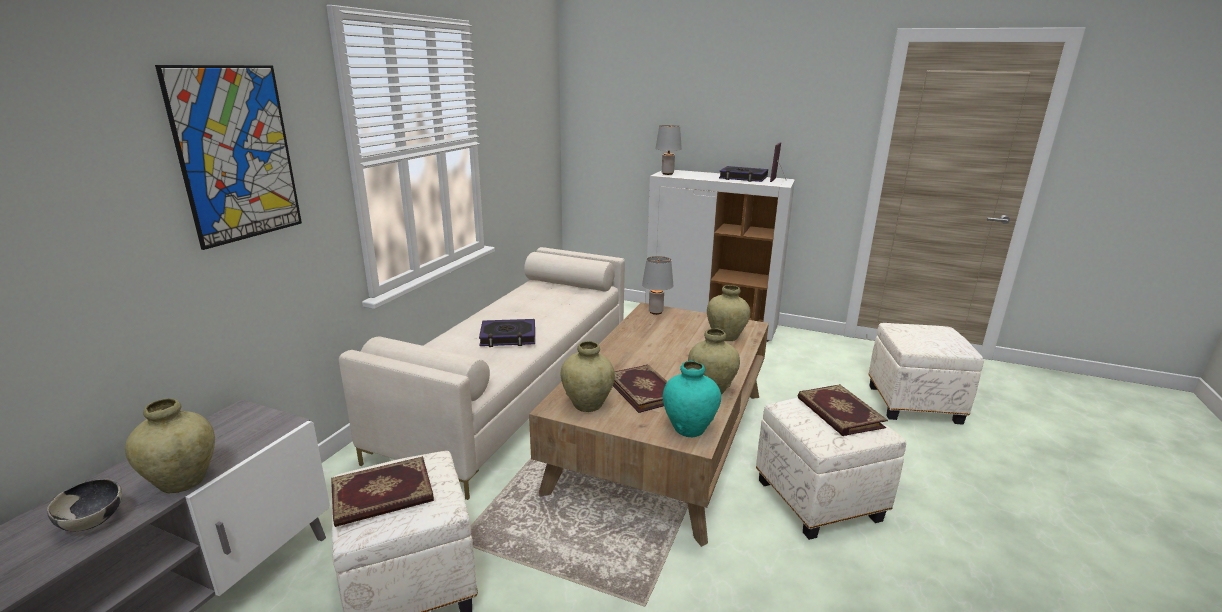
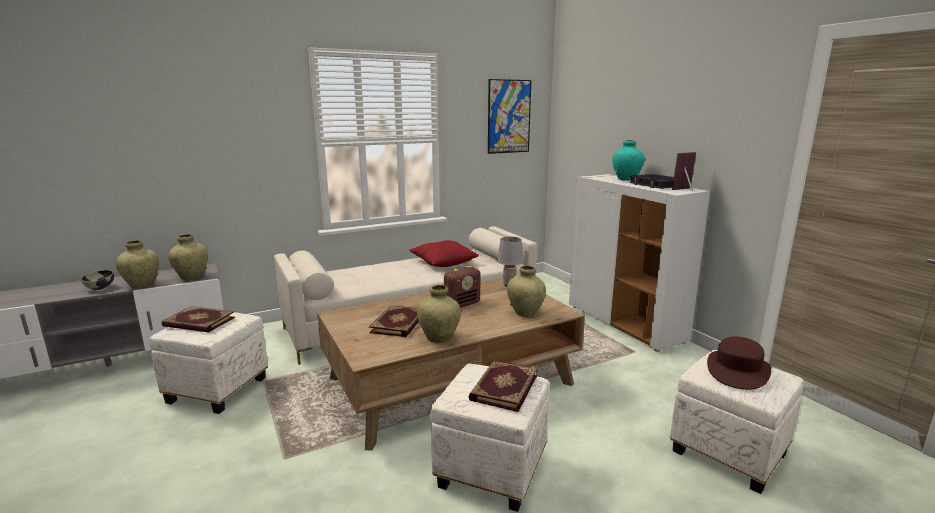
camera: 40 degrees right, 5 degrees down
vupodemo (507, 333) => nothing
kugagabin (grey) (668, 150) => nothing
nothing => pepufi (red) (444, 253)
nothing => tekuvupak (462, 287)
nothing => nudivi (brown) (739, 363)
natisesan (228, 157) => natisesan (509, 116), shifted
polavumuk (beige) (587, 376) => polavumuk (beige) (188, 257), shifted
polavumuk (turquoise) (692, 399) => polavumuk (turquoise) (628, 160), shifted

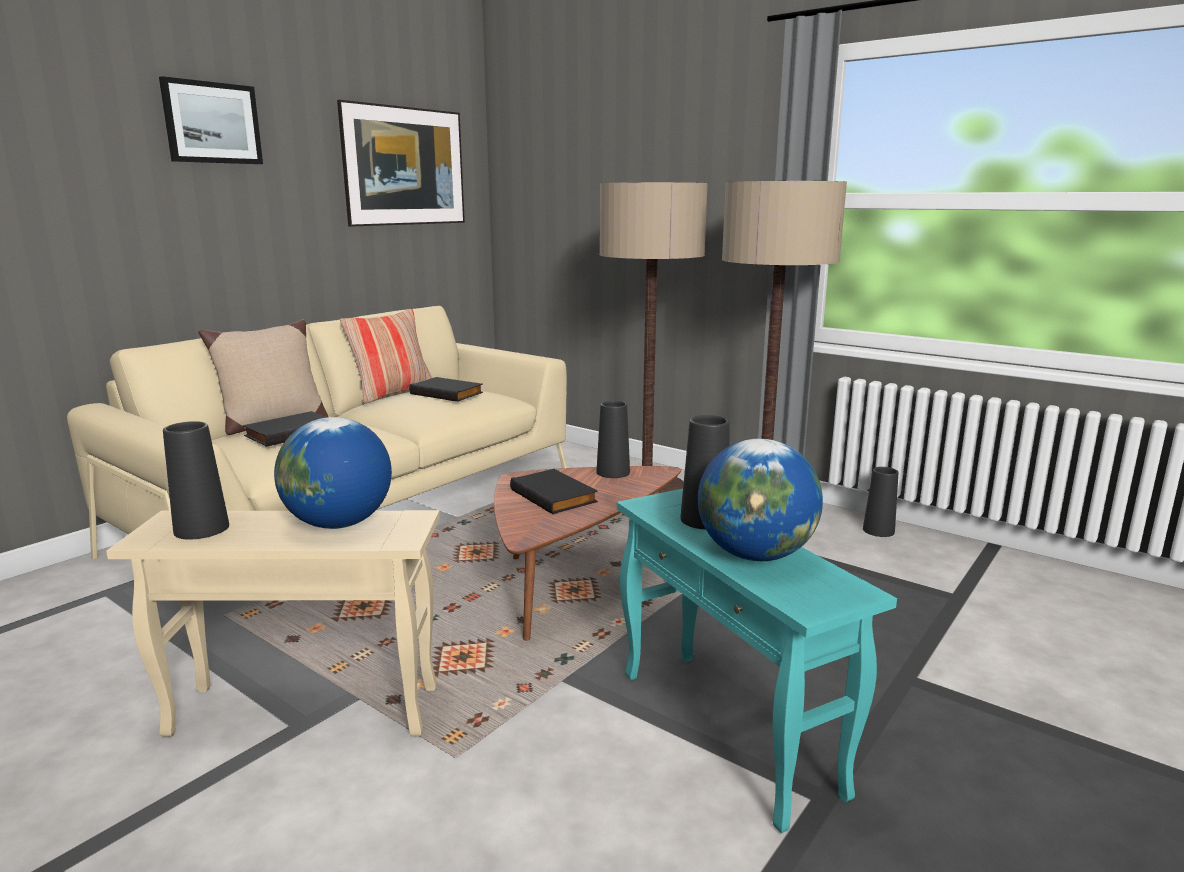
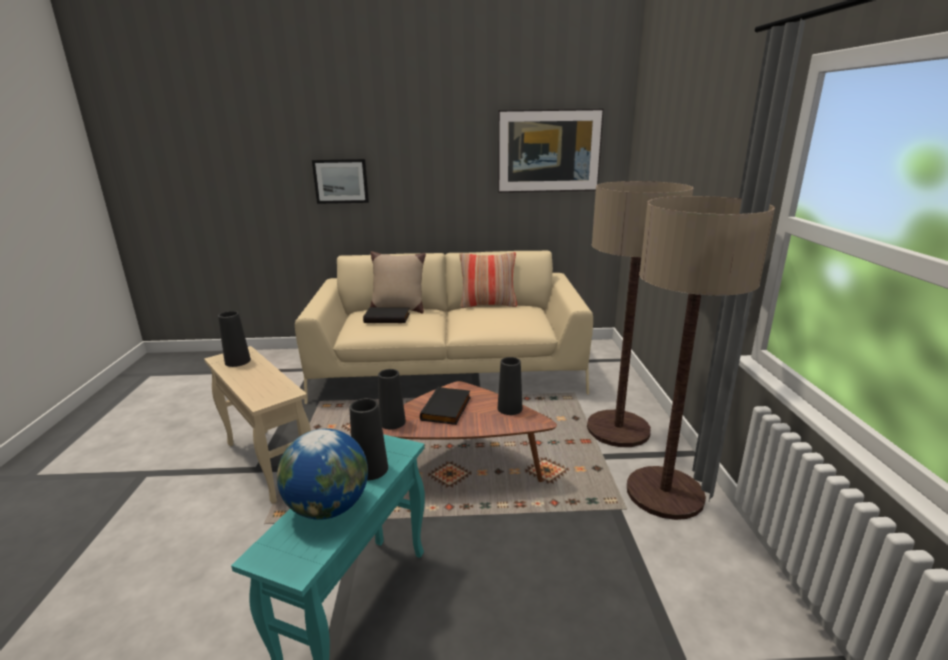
camera: 50 degrees right, 5 degrees up
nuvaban (333, 473) => nothing
vupodemo (black) (446, 389) => nothing
natisesan (211, 120) => natisesan (340, 181), shifted
polavumuk (black) (880, 502) => polavumuk (black) (392, 399), shifted

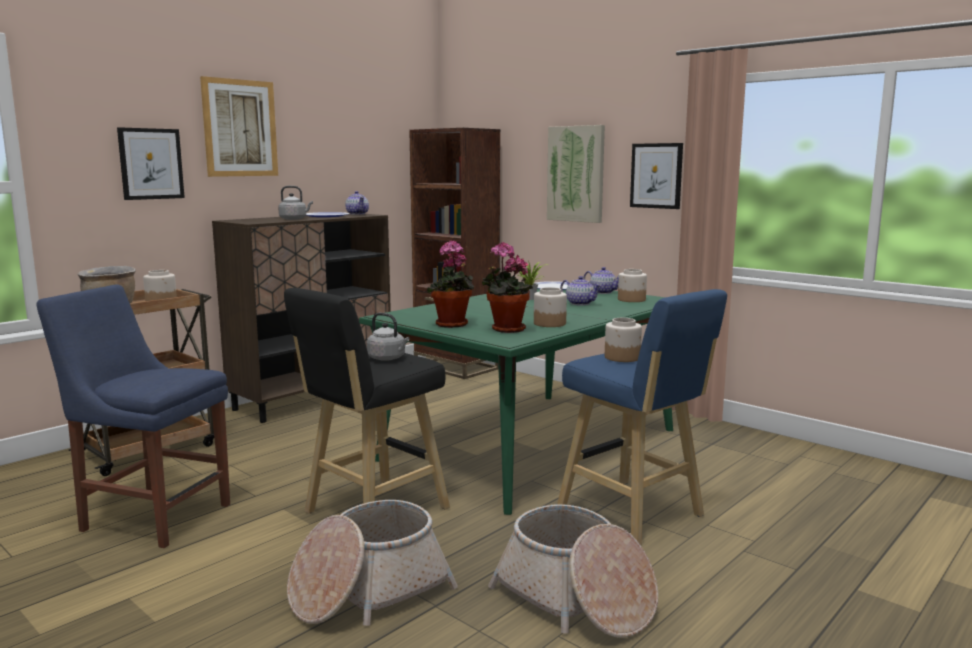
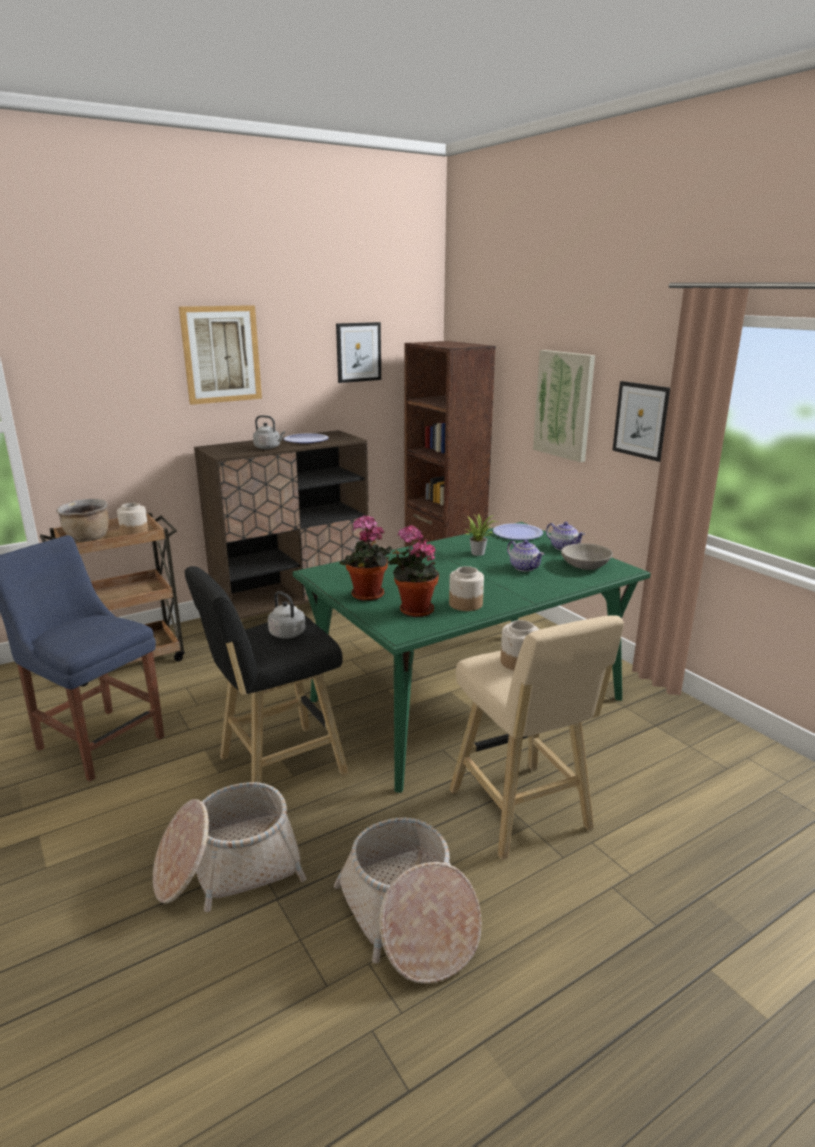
camera: 15 degrees right, 10 degrees up
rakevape (357, 203) => nothing
natisesan (151, 163) => natisesan (358, 352), shifted
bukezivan (632, 285) => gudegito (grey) (587, 556)
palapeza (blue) (642, 417) => palapeza (beige) (536, 737)

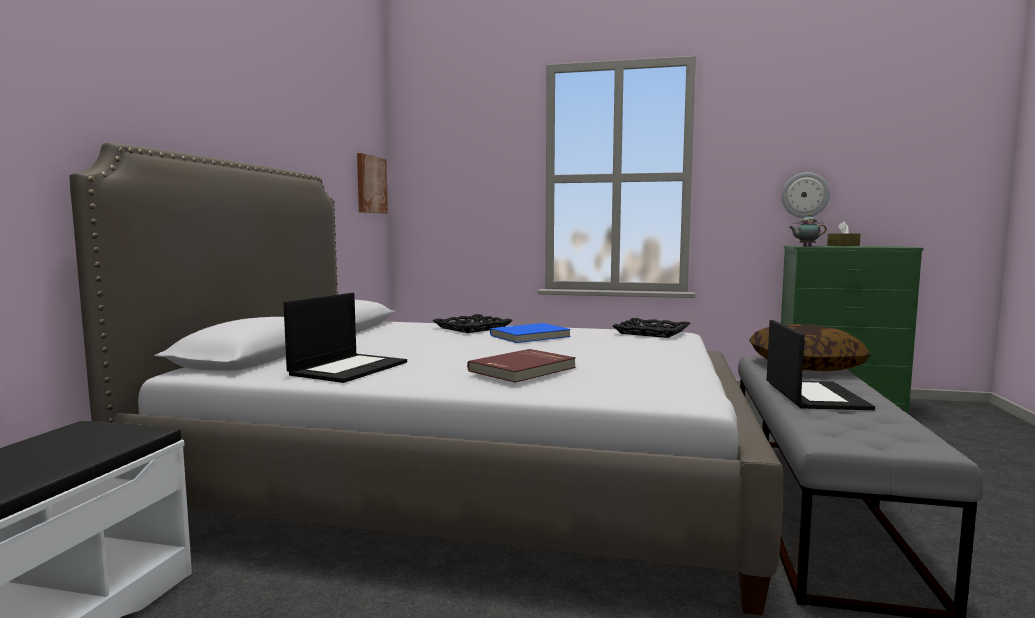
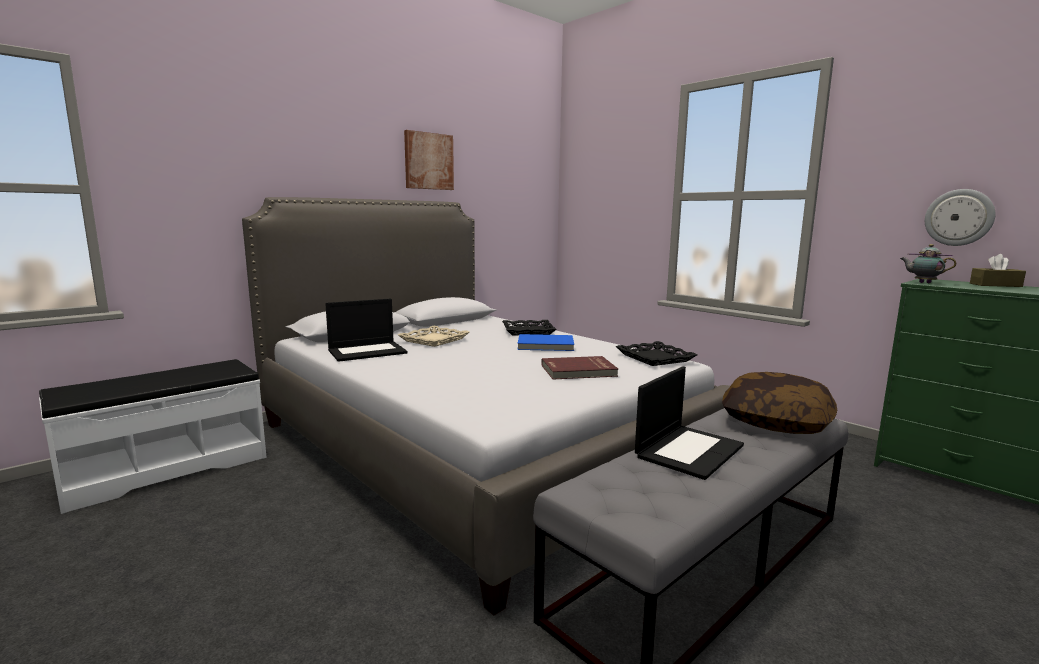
camera: 35 degrees right, 5 degrees up
nothing => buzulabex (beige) (433, 336)
natisesan (372, 183) => natisesan (429, 160), shifted
vupodemo (red) (521, 366) => vupodemo (red) (579, 367), shifted

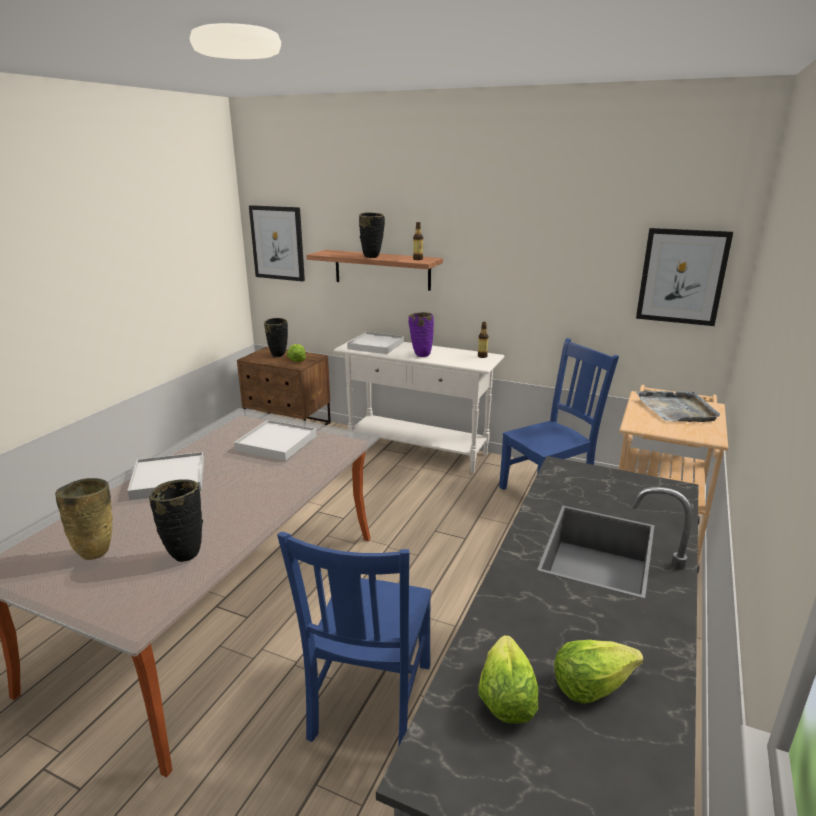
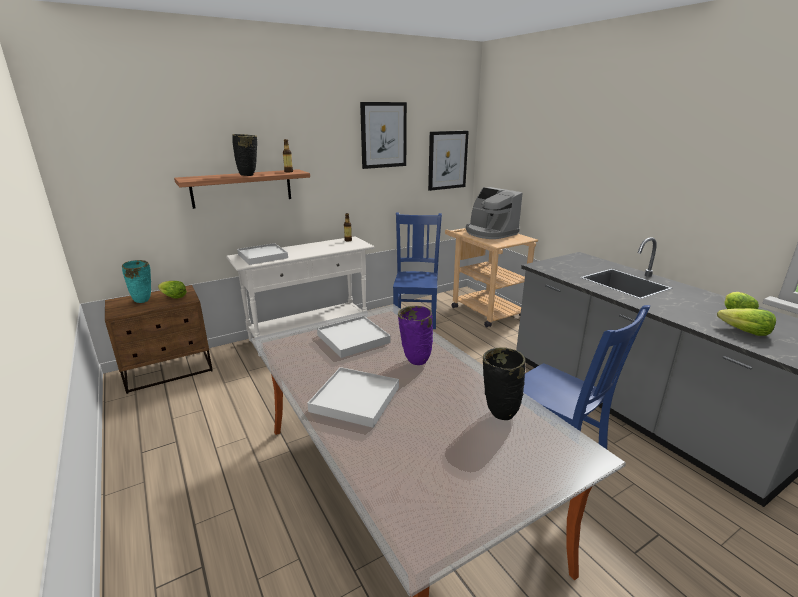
camera: 55 degrees left, 0 degrees up
polavumuk (beige) (84, 519) => nothing
natisesan (277, 243) => natisesan (383, 135), shifted
polavumuk (purple) (421, 334) => polavumuk (purple) (415, 335), shifted
buzulabex (grey) (678, 406) => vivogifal (494, 213)
polavumuk (black) (276, 337) => polavumuk (turquoise) (136, 281)

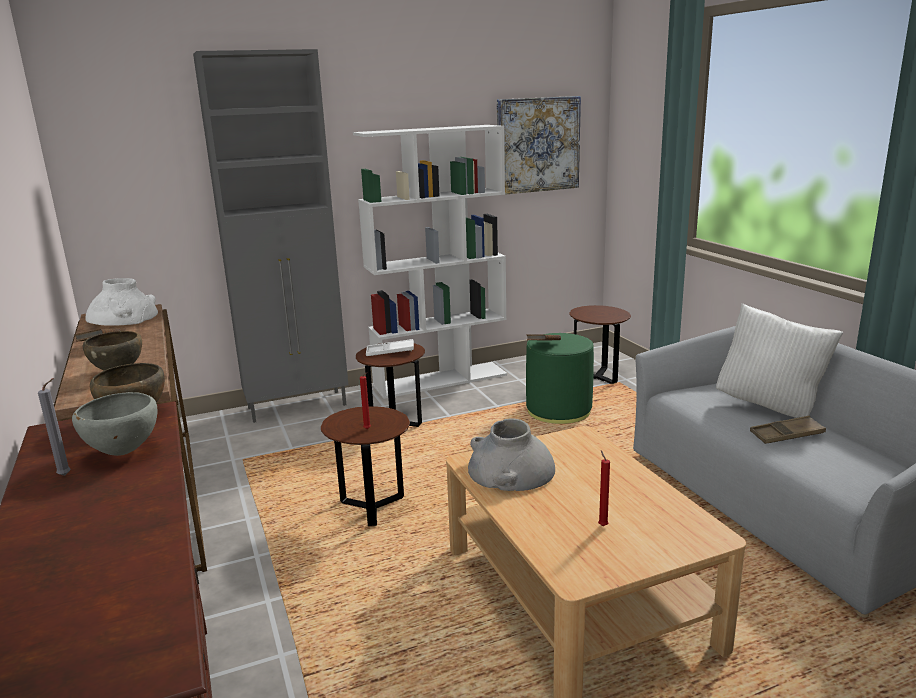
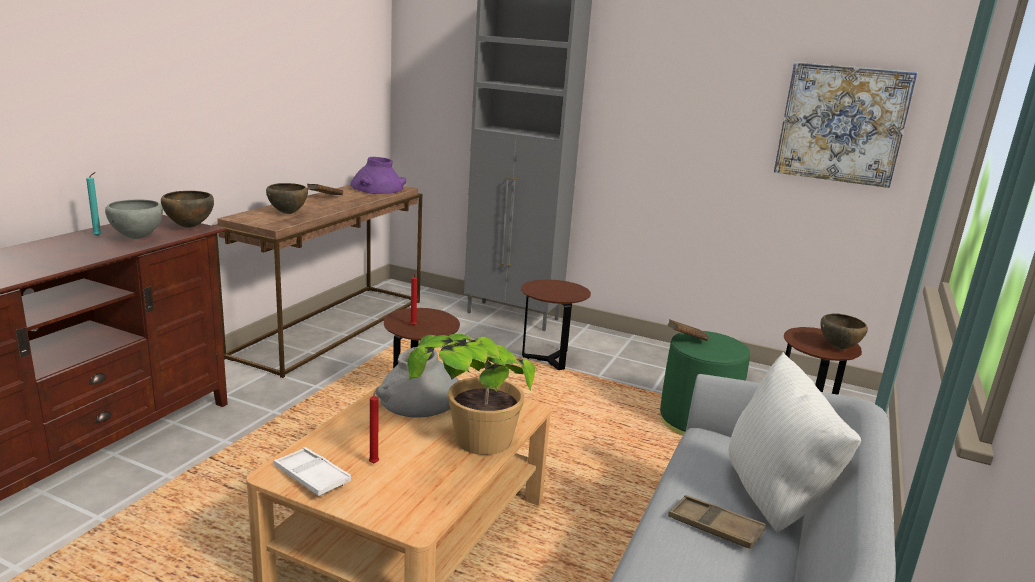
camera: 45 degrees right, 0 degrees up
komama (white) (430, 262) => nothing
nothing => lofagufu (471, 394)
nothing => gudegito (brown) (844, 331)
buzulabex (white) (390, 347) => buzulabex (white) (312, 471), shifted
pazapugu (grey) (54, 427) => pazapugu (turquoise) (94, 204)
polavumuk (white) (121, 302) => polavumuk (purple) (378, 175)

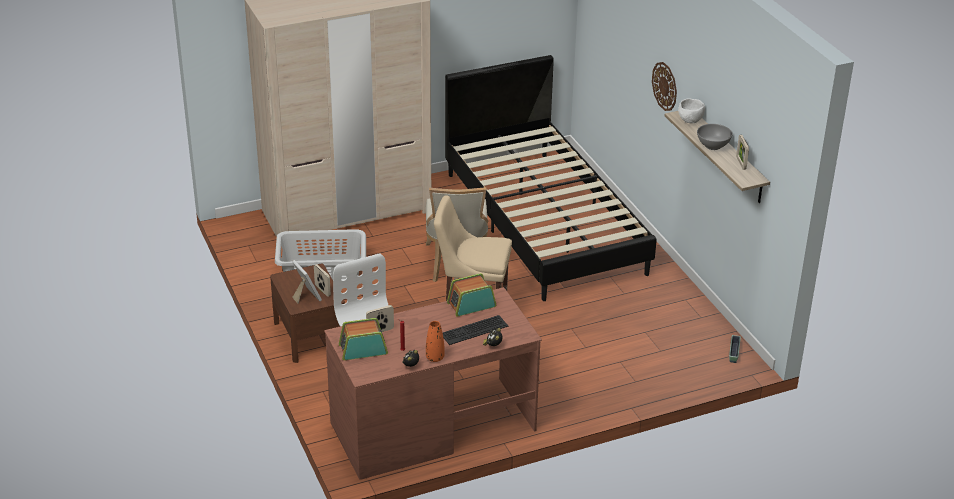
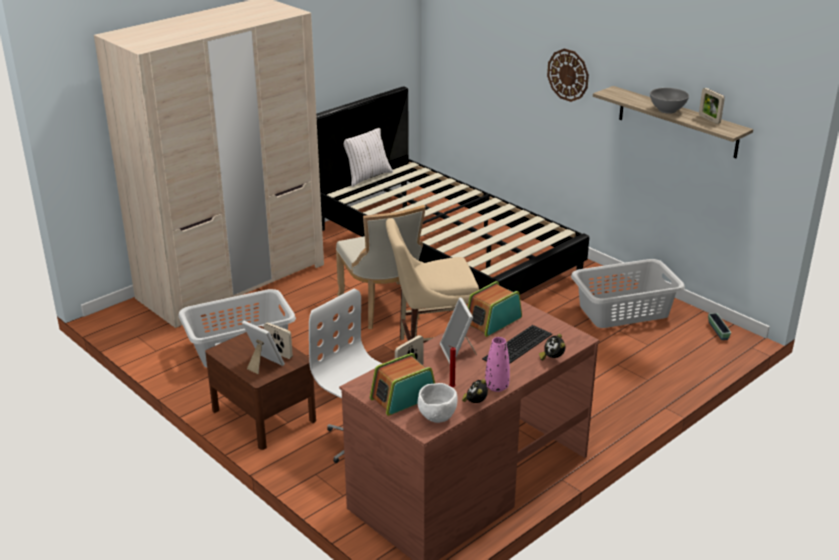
camera: 20 degrees left, 5 degrees down
nothing => pepufi (white) (368, 157)
nothing => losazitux (458, 331)
nothing => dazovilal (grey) (628, 293)
gudegito (white) (691, 110) => gudegito (white) (438, 403), shifted
polavumuk (orange) (435, 341) => polavumuk (pink) (497, 364)

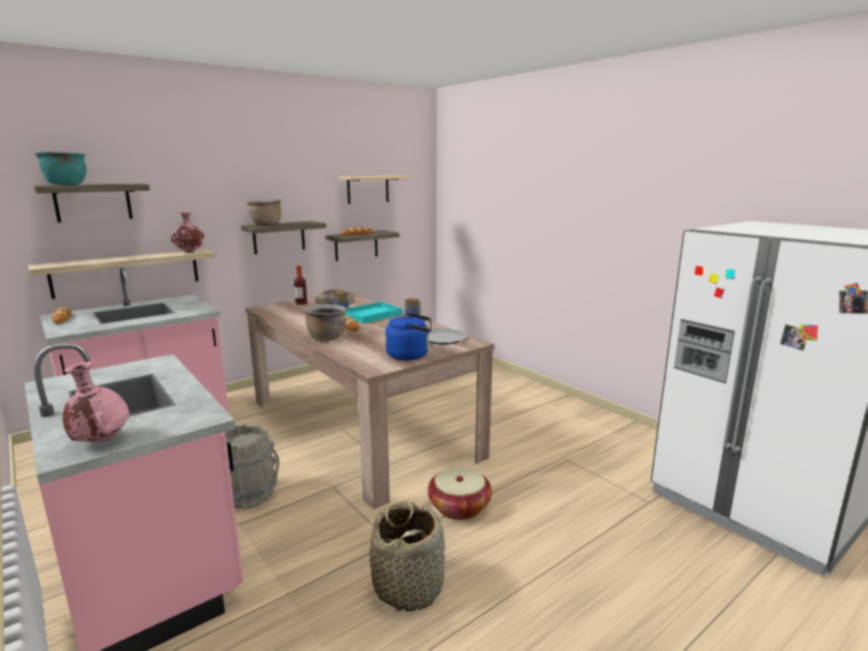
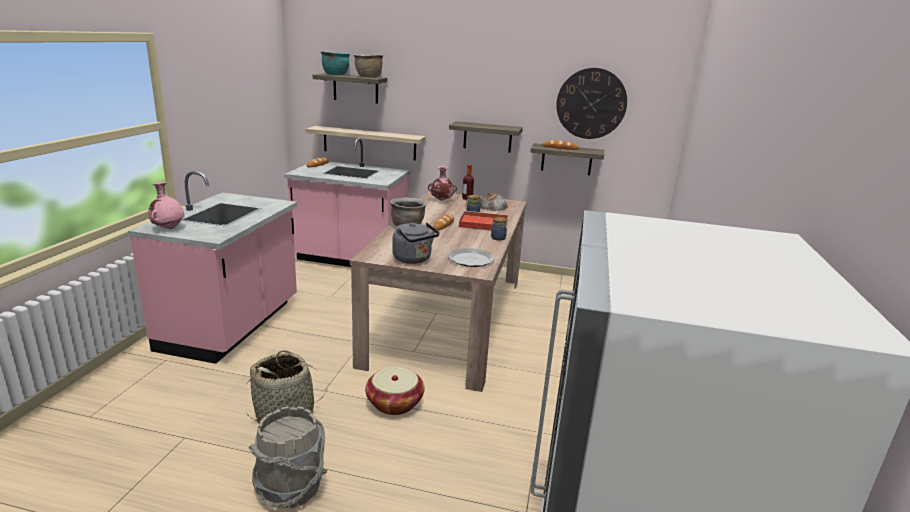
camera: 50 degrees right, 5 degrees up
polavumuk (pink) (187, 231) => polavumuk (pink) (442, 183), shifted
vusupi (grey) (252, 466) => vusupi (grey) (287, 457), shifted
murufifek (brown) (264, 212) => murufifek (brown) (368, 66), shifted
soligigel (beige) (374, 190) => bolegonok (591, 103)
buzulabex (turquoise) (373, 312) => buzulabex (red) (483, 221)
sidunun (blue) (408, 336) => sidunun (grey) (415, 243)

